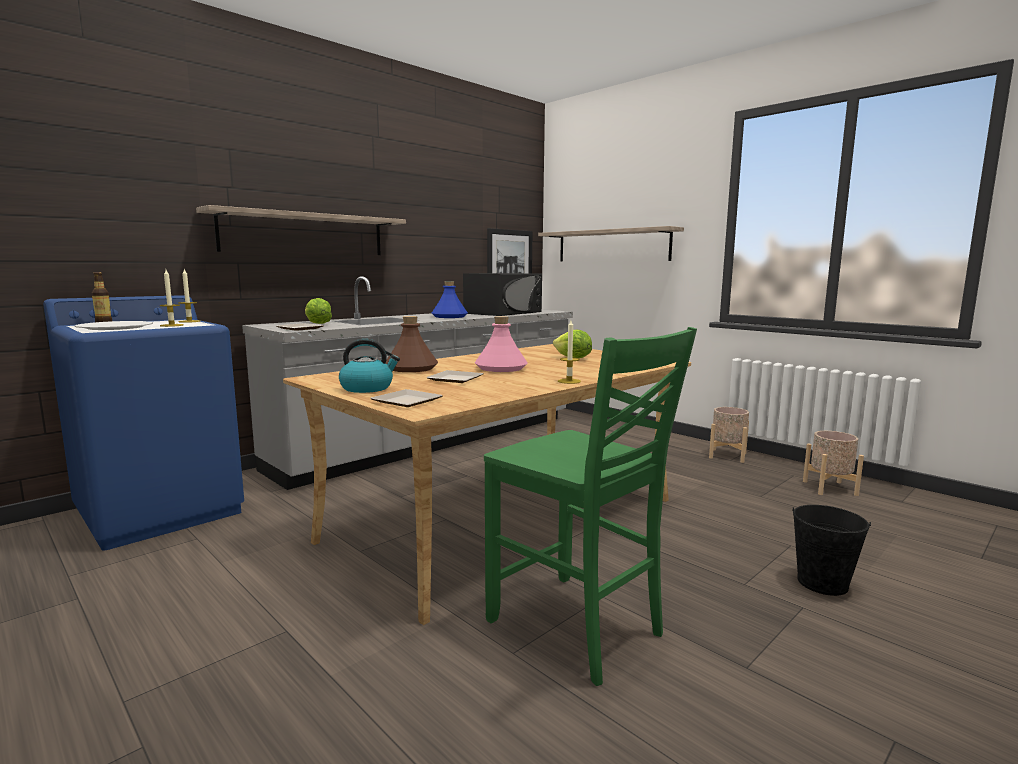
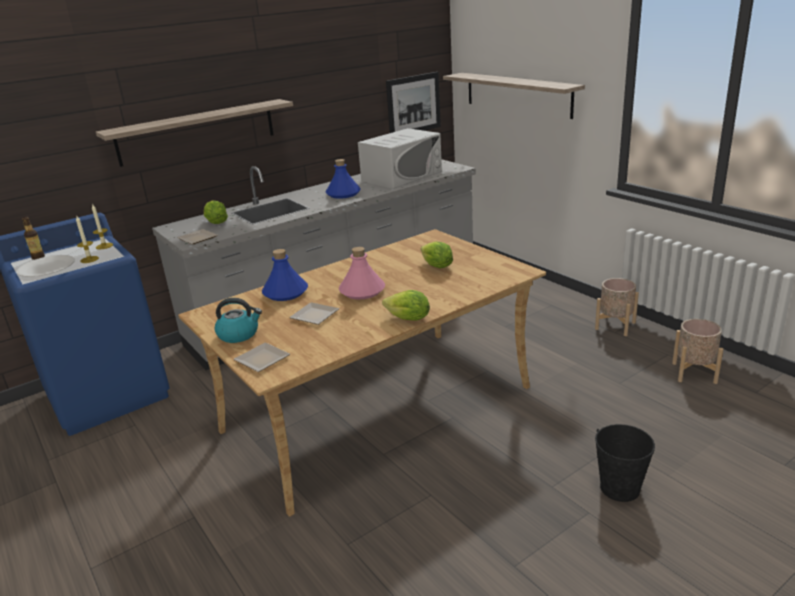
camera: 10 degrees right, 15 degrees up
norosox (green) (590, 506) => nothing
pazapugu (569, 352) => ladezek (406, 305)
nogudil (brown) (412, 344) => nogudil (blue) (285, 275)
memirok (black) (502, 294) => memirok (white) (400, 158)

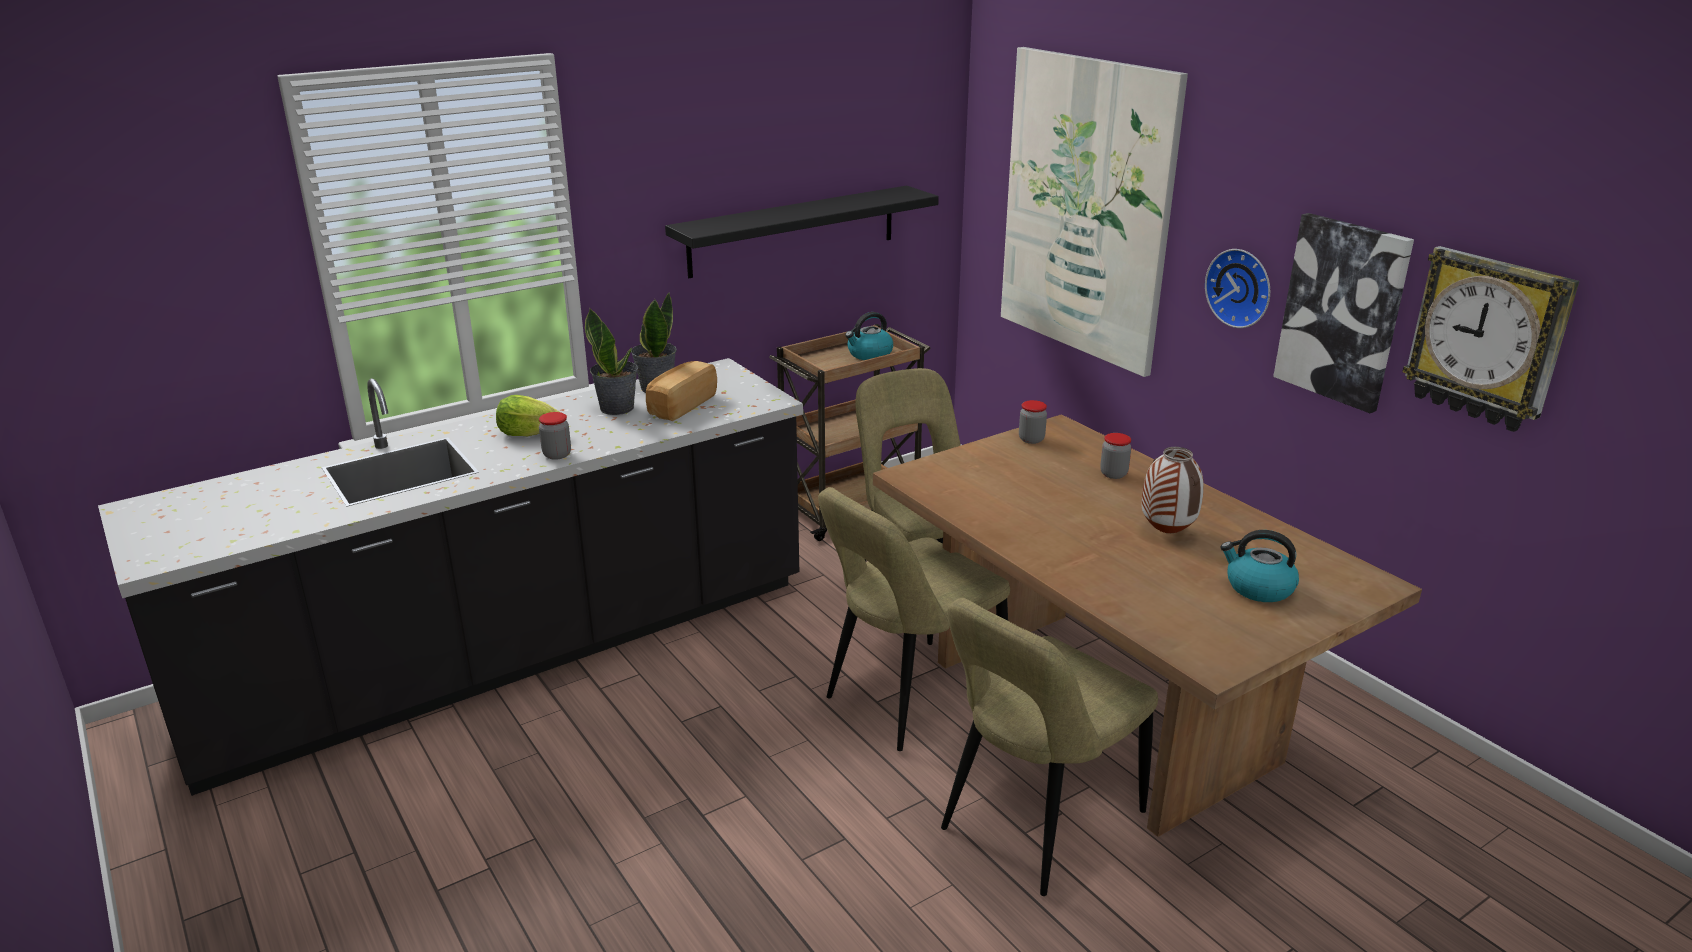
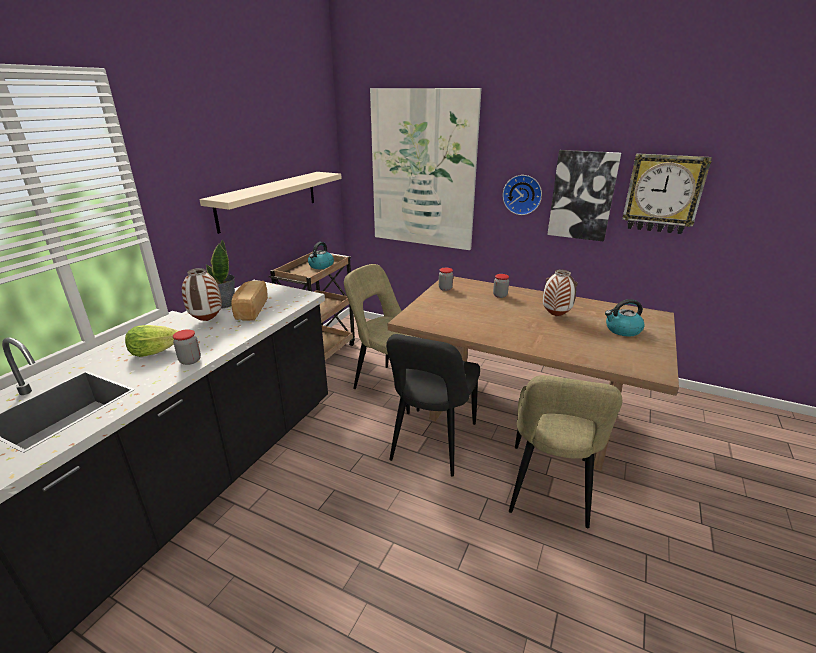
camera: 30 degrees left, 0 degrees up
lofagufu (611, 362) => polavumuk (202, 294)
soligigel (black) (802, 231) => soligigel (beige) (271, 203)
norosox (beige) (914, 619) => norosox (black) (433, 405)

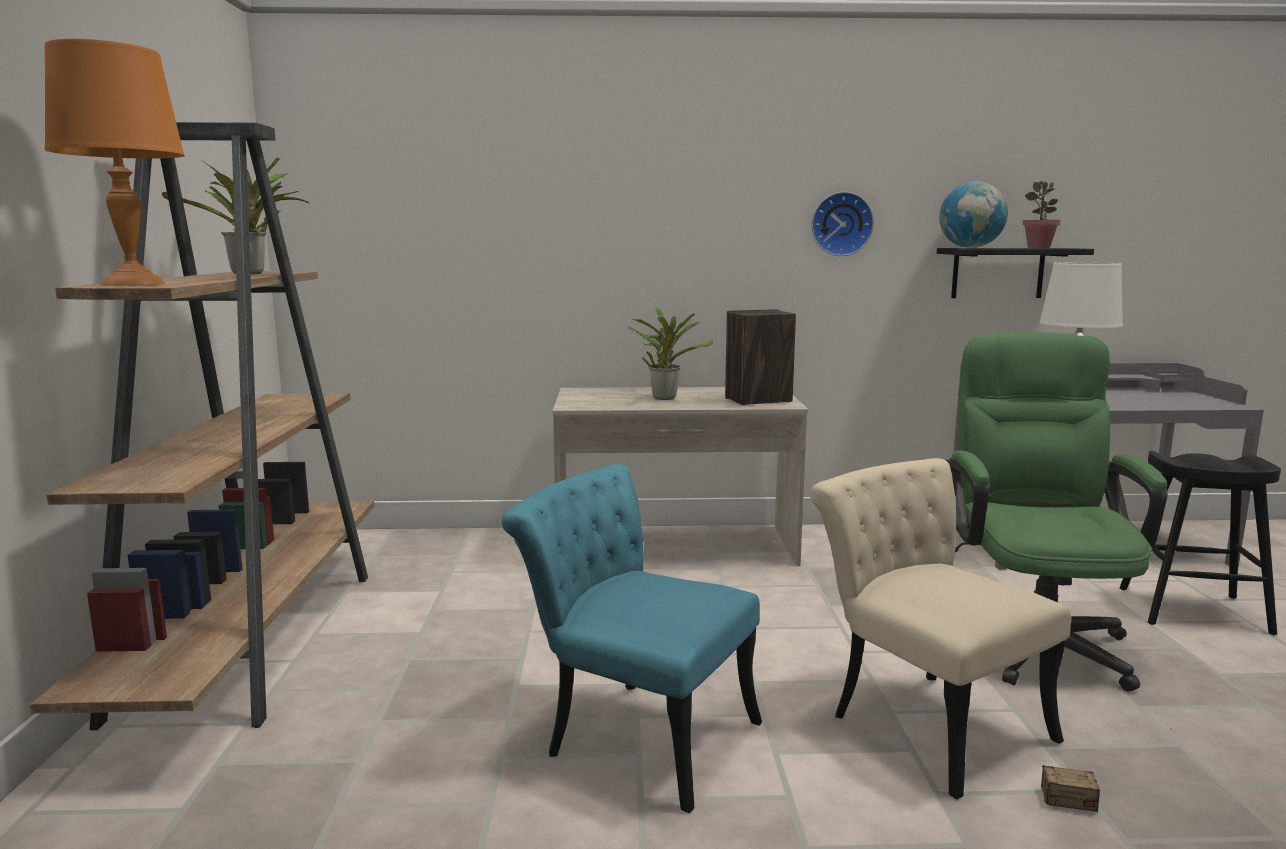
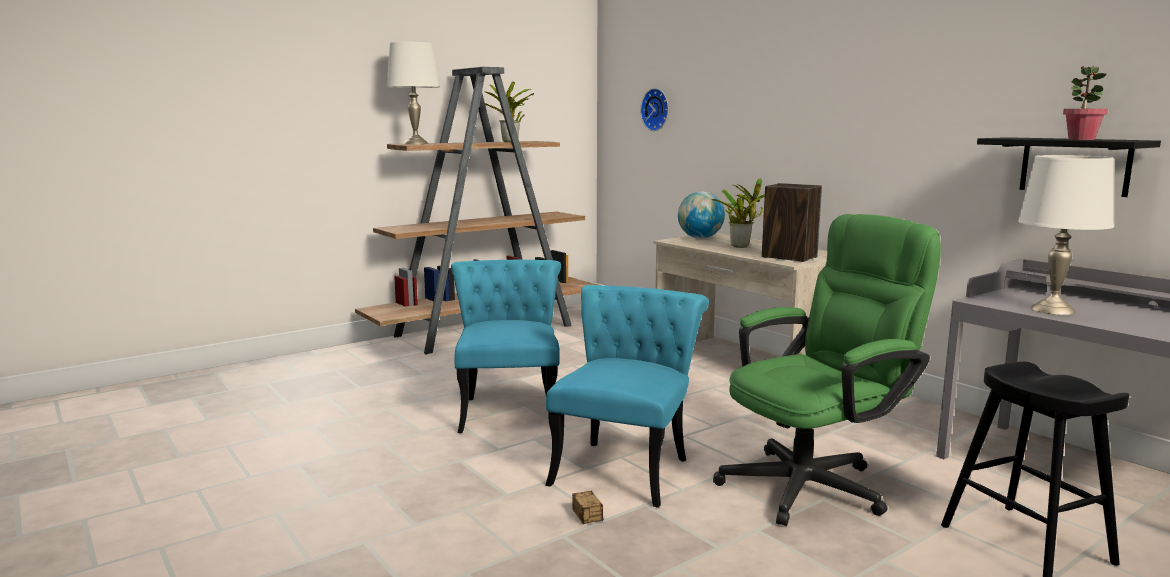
camera: 55 degrees right, 0 degrees up
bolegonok (842, 224) => bolegonok (654, 109), shifted
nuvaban (973, 214) => nuvaban (701, 214), shifted
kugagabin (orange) (114, 162) => kugagabin (white) (413, 93)
norosox (beige) (940, 628) => norosox (turquoise) (627, 396)

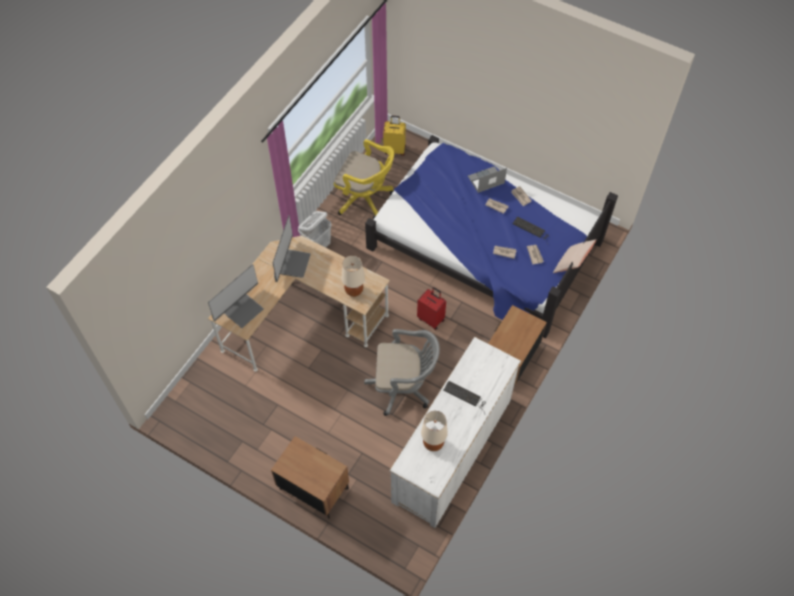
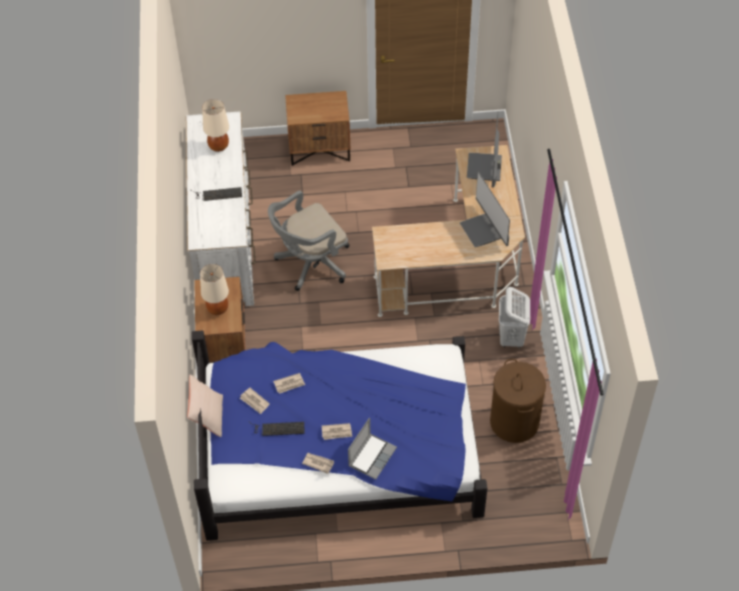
camera: 145 degrees right, 5 degrees down
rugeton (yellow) (394, 136) => nothing
rugeton (red) (431, 308) => nothing
kugagabin (beige) (353, 276) => kugagabin (beige) (214, 289), shifted
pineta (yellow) (364, 179) => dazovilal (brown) (518, 401)

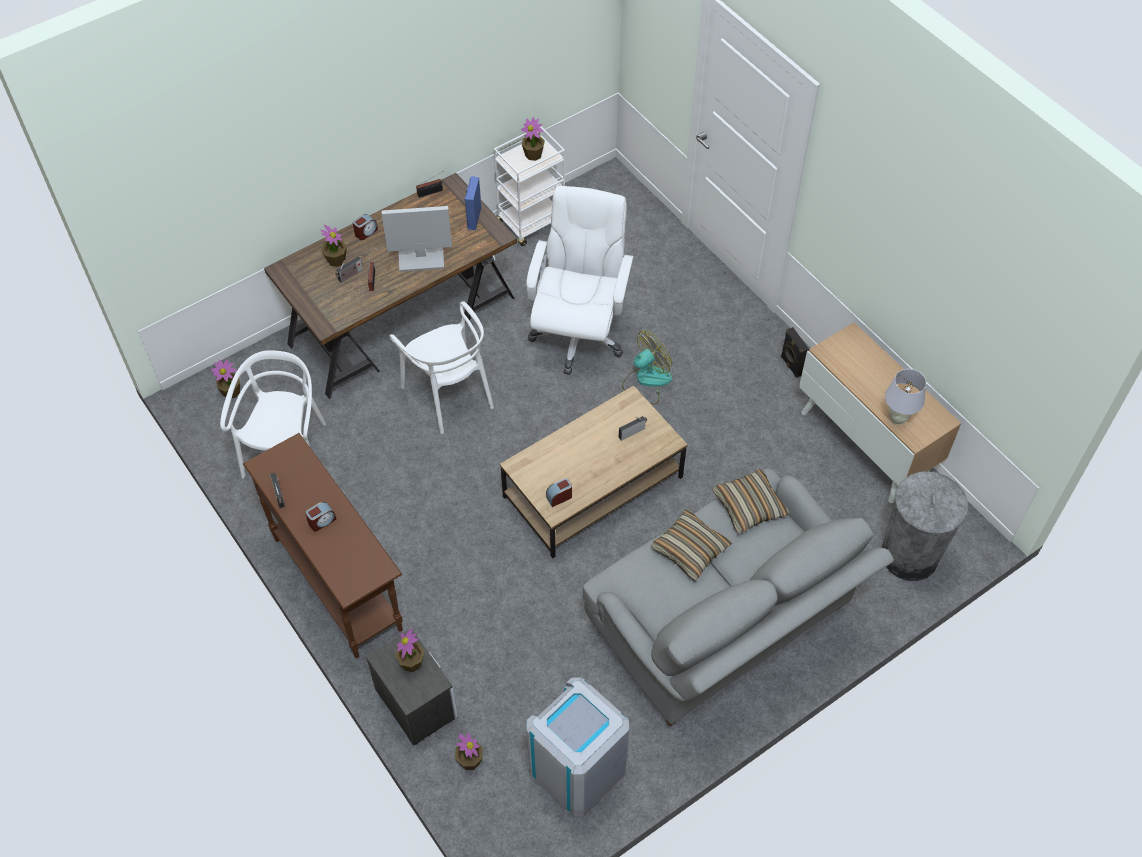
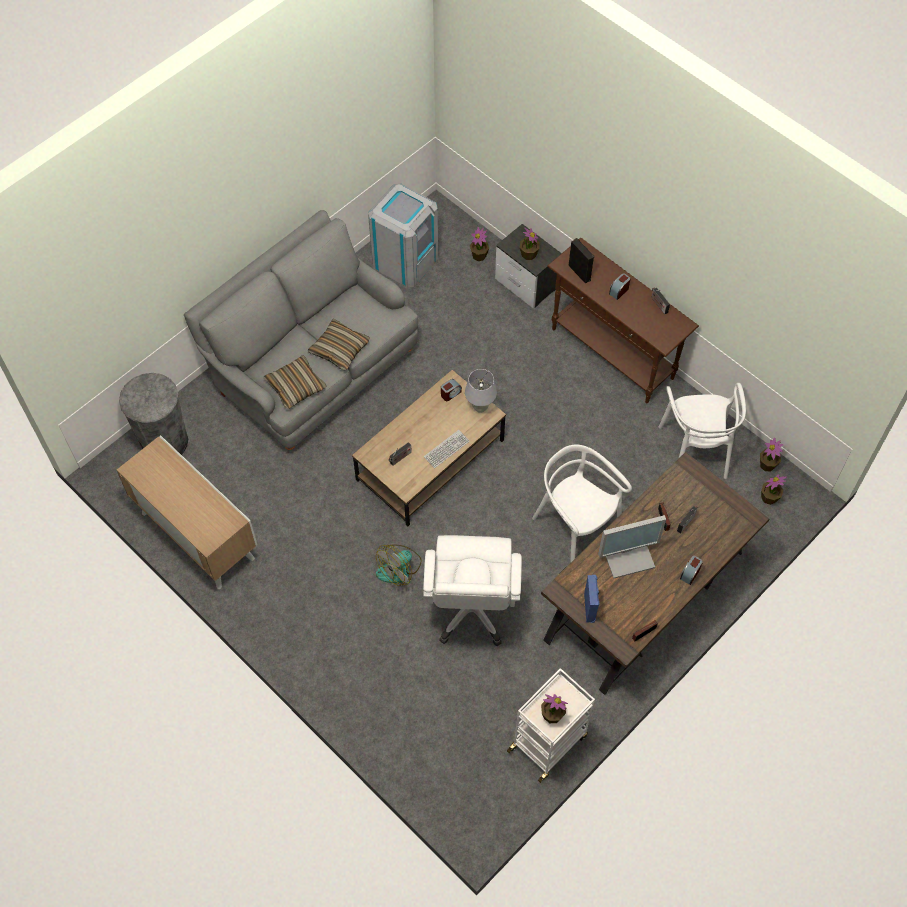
camera: 170 degrees right, 5 degrees up
nothing => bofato (447, 449)
lofagufu (333, 246) => lofagufu (771, 454), shifted
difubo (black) (795, 352) => difubo (black) (581, 261), shifted
kugagabin (white) (905, 397) => kugagabin (white) (481, 391), shifted

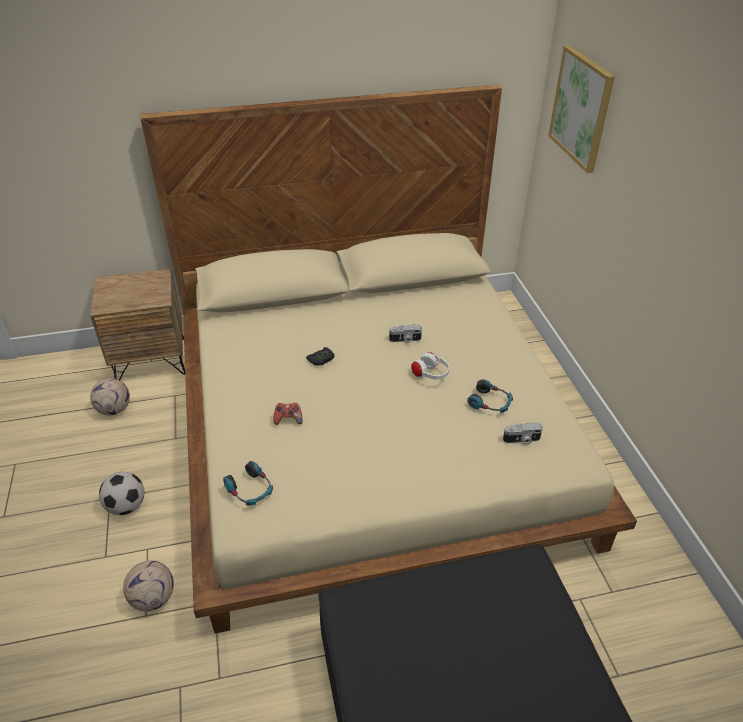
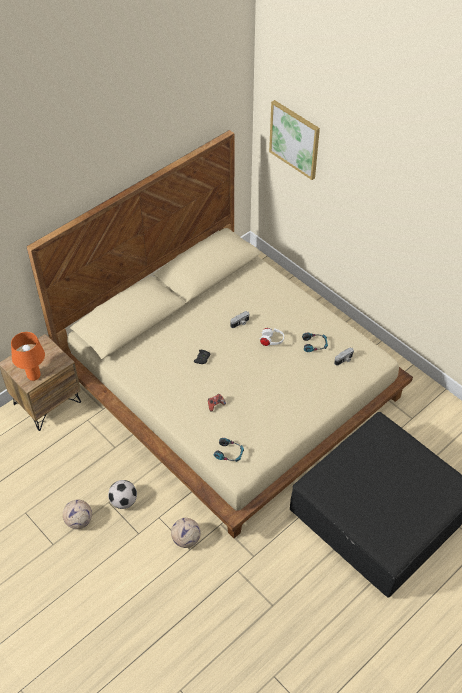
camera: 30 degrees left, 10 degrees up
nothing => kugagabin (orange) (28, 356)
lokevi (110, 397) => lokevi (77, 514), shifted

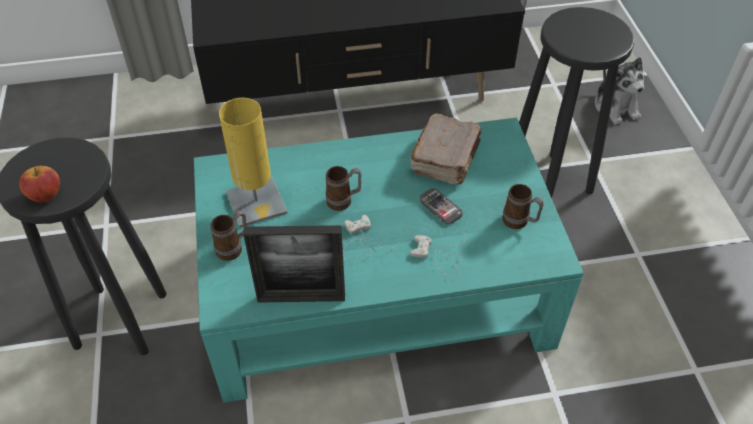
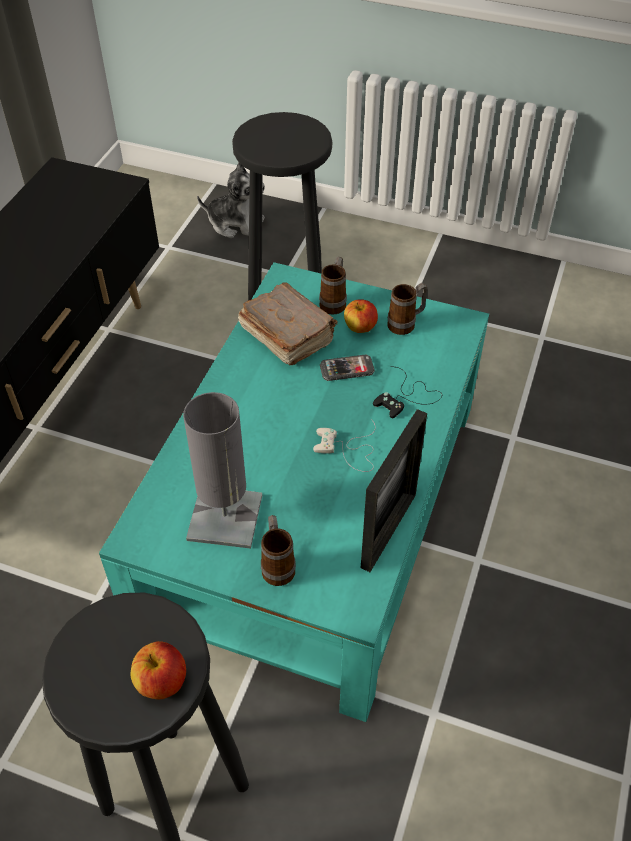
camera: 60 degrees left, 0 degrees up
nothing => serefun (361, 316)
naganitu (344, 188) => naganitu (333, 285), shifted
kugagabin (yellow) (253, 163) => kugagabin (grey) (222, 470)
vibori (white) (437, 254) => vibori (black) (407, 392)

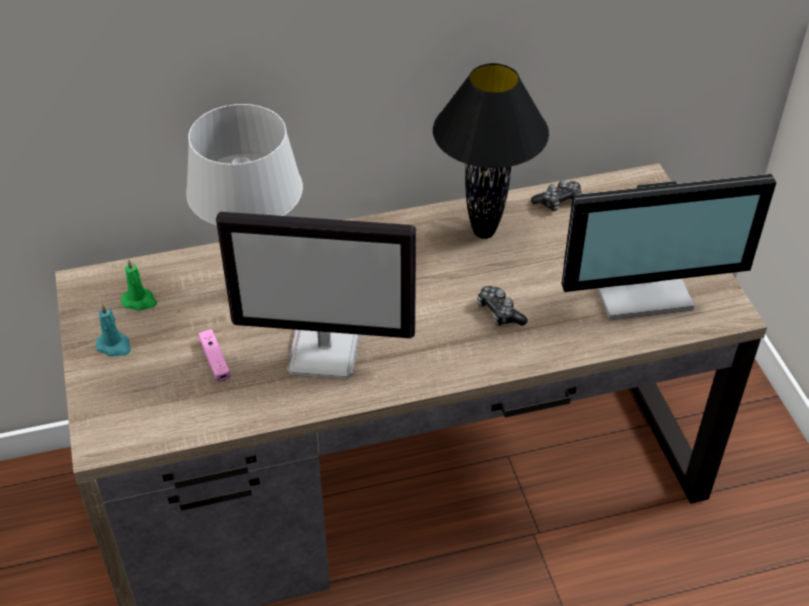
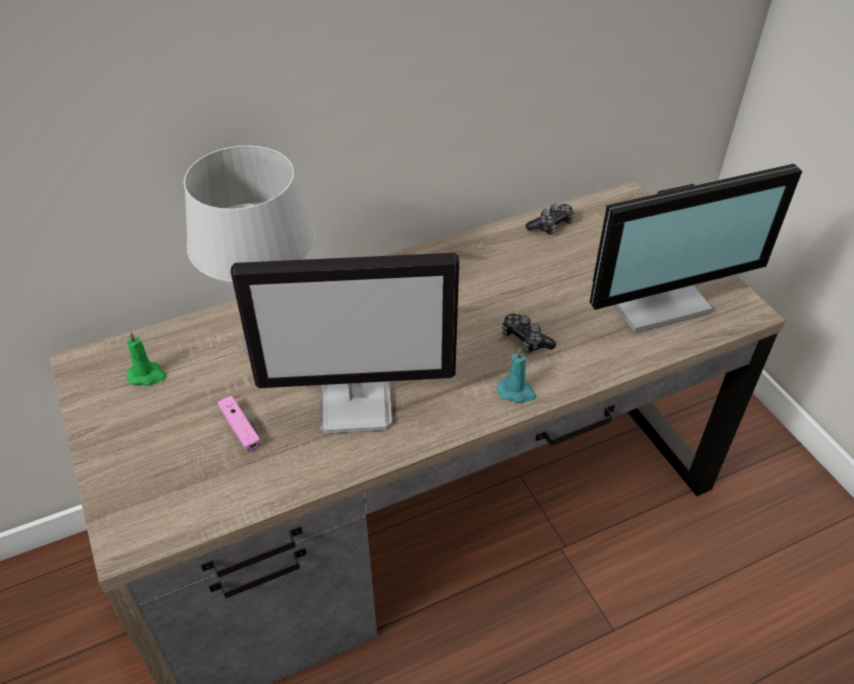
camera: 10 degrees left, 0 degrees up
kugagabin (black) (491, 151) => nothing
pazapugu (turquoise) (113, 329) => pazapugu (turquoise) (516, 375), shifted

